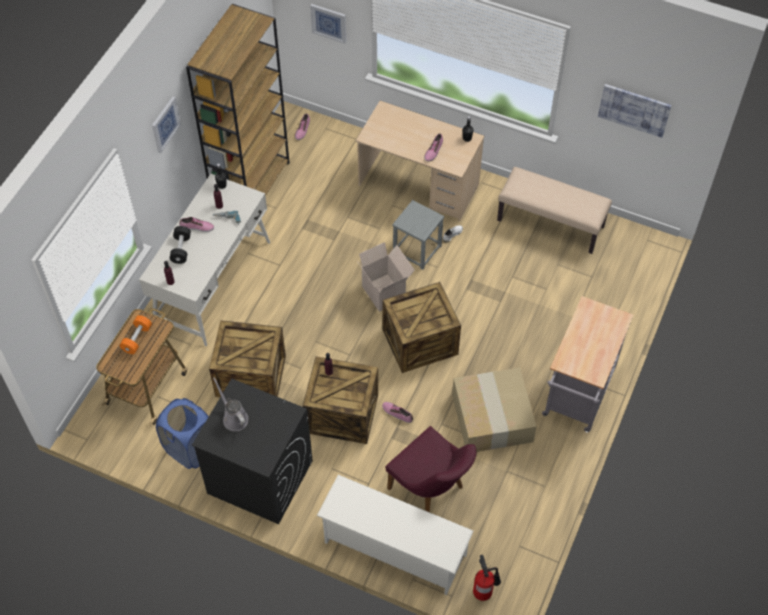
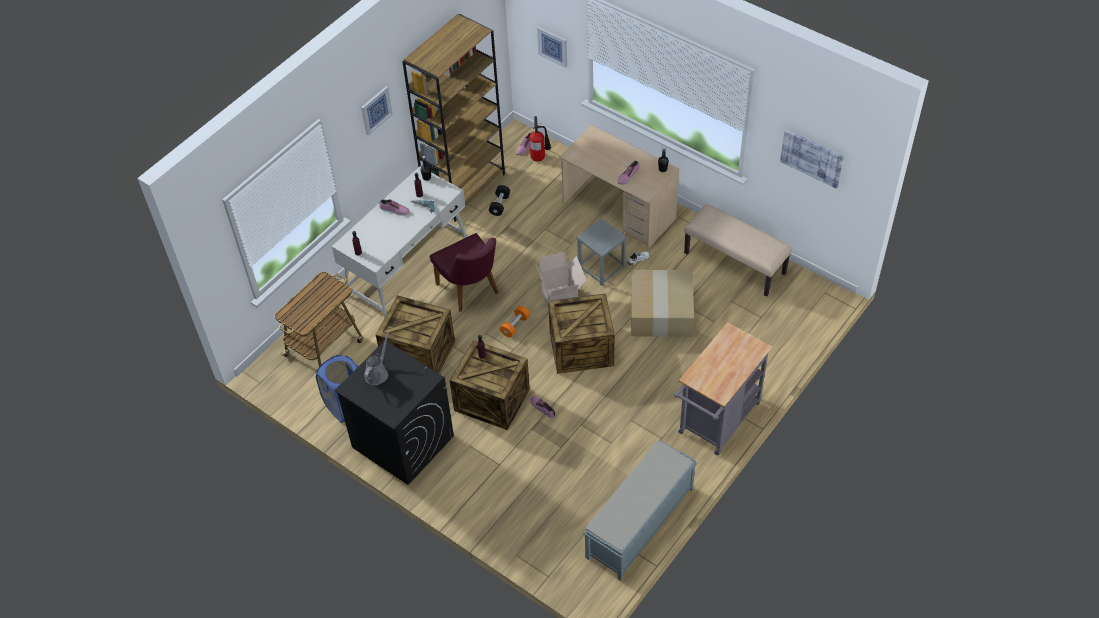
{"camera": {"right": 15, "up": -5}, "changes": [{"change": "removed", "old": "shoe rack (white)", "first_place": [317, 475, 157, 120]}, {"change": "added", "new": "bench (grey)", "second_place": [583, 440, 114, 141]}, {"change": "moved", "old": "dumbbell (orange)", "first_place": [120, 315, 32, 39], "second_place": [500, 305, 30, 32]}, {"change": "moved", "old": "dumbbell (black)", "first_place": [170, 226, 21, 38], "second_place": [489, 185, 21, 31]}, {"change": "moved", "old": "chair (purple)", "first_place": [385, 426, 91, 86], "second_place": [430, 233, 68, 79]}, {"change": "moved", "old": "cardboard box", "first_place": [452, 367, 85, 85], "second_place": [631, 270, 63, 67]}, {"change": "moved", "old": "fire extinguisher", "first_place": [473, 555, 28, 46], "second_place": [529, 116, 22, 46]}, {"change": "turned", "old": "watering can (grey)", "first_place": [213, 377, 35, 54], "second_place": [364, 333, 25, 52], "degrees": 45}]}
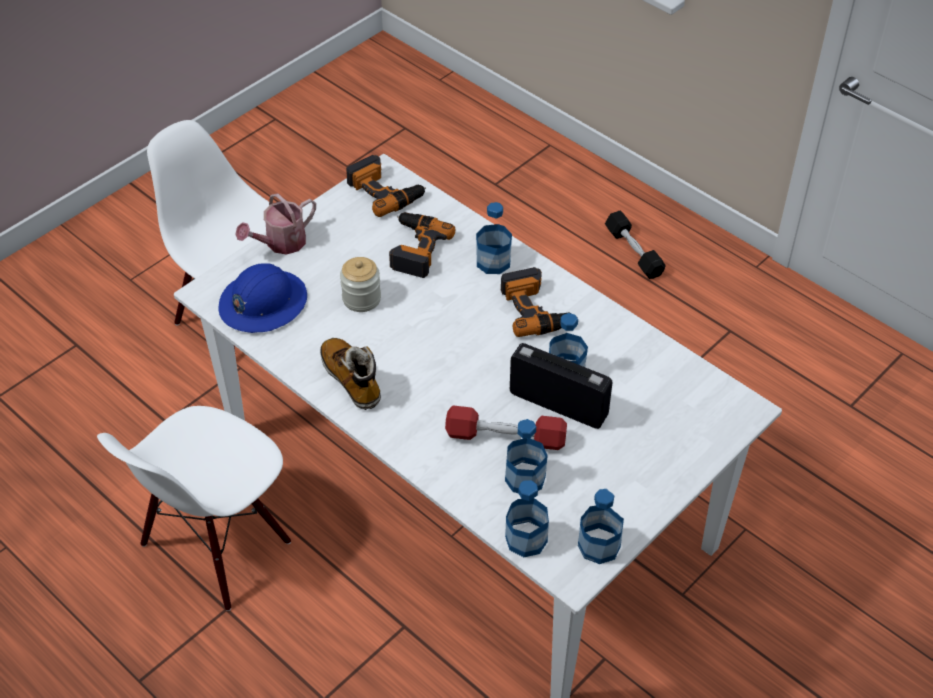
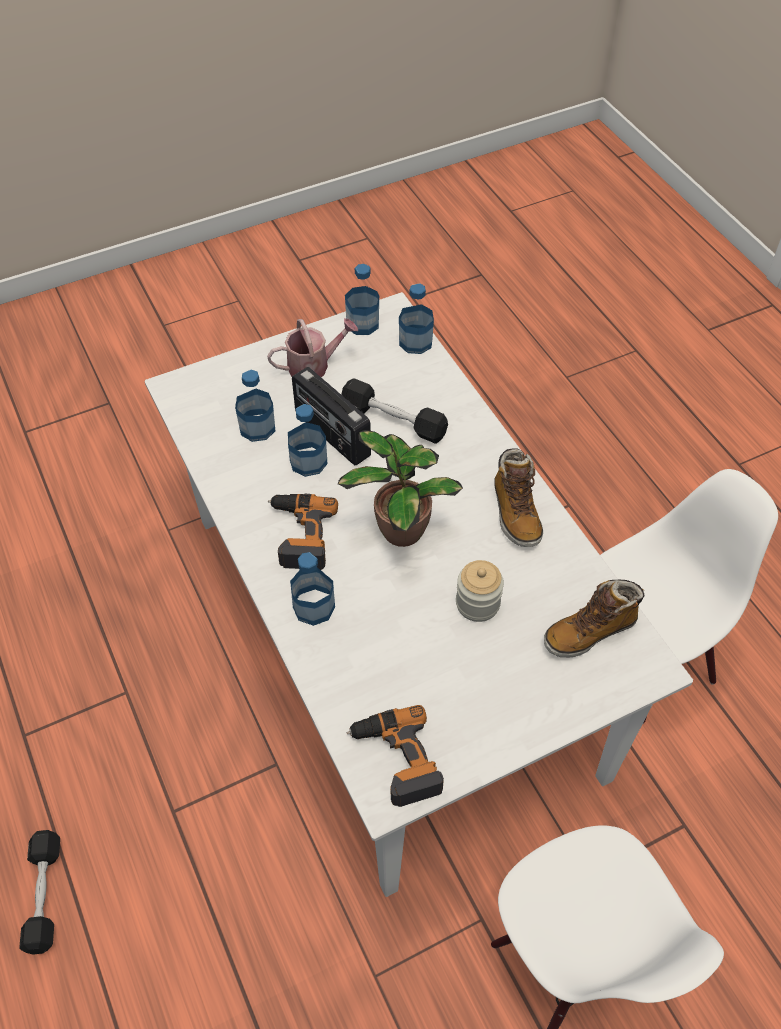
{"camera": {"right": -160, "up": 5}, "changes": [{"change": "removed", "old": "power drill", "first_place": [389, 212, 66, 66]}, {"change": "added", "new": "potted plant", "second_place": [338, 430, 125, 117]}, {"change": "moved", "old": "watering can", "first_place": [235, 194, 81, 61], "second_place": [267, 318, 91, 59]}, {"change": "moved", "old": "bottle", "first_place": [505, 419, 43, 74], "second_place": [235, 369, 40, 73]}, {"change": "replaced", "old": "hard hat (blue)", "new": "boot", "first_place": [219, 263, 88, 70], "second_place": [544, 580, 101, 78]}, {"change": "recoloured", "old": "dumbbell (red)", "new": "dumbbell (black)", "first_place": [445, 405, 122, 45], "second_place": [341, 378, 107, 66]}]}
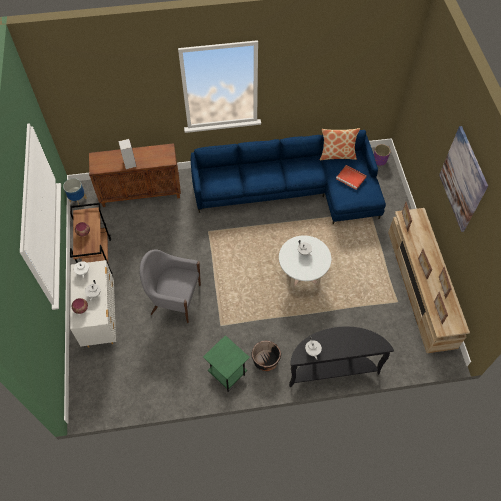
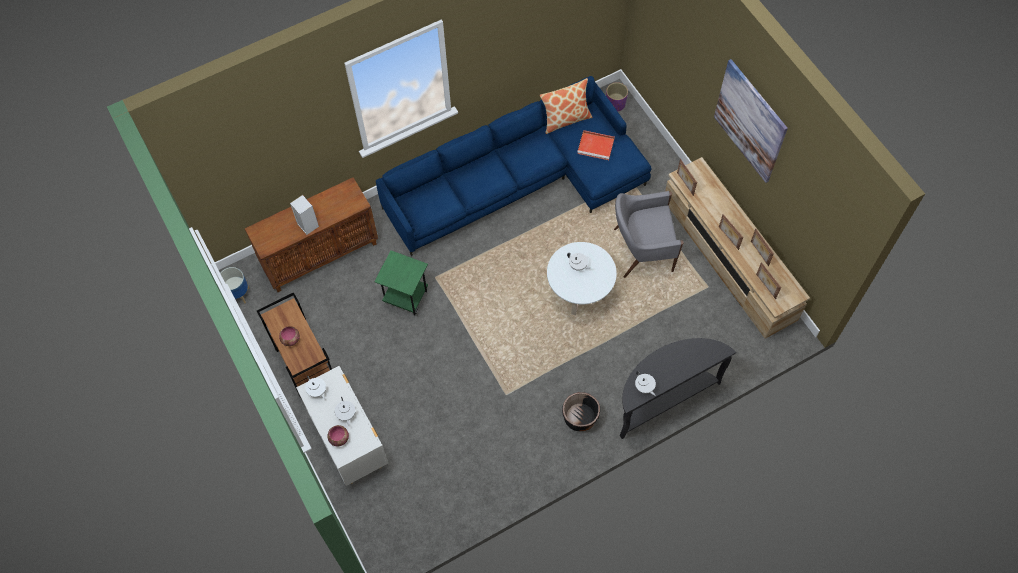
{"camera": {"right": -20, "up": 5}, "changes": [{"change": "moved", "old": "armchair (grey)", "first_place": [140, 250, 61, 73], "second_place": [614, 191, 70, 87]}, {"change": "moved", "old": "side table (green)", "first_place": [203, 335, 47, 57], "second_place": [374, 250, 54, 65]}]}
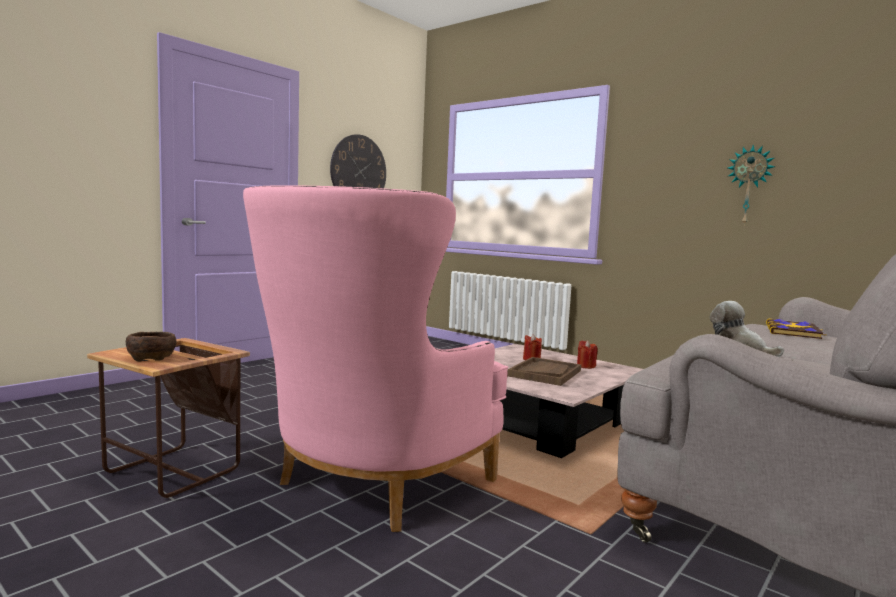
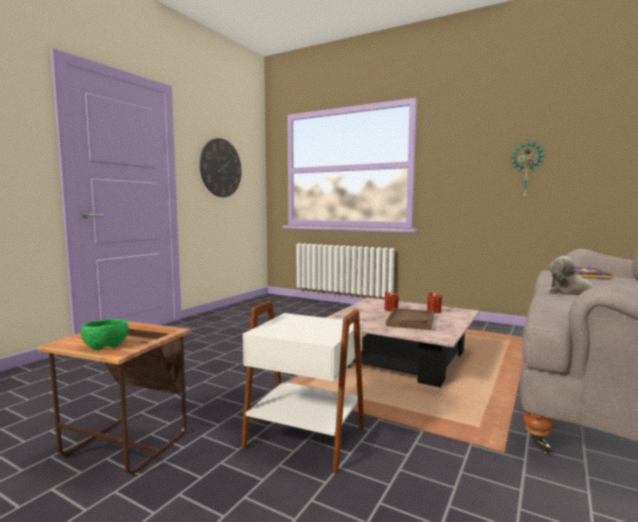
{"camera": {"right": -10, "up": 0}, "changes": [{"change": "replaced", "old": "armchair (pink)", "new": "side table (white)", "first_place": [243, 185, 265, 347], "second_place": [241, 301, 123, 172]}, {"change": "recoloured", "old": "bowl (brown)", "new": "bowl (green)", "first_place": [126, 332, 50, 30], "second_place": [81, 319, 47, 31]}]}
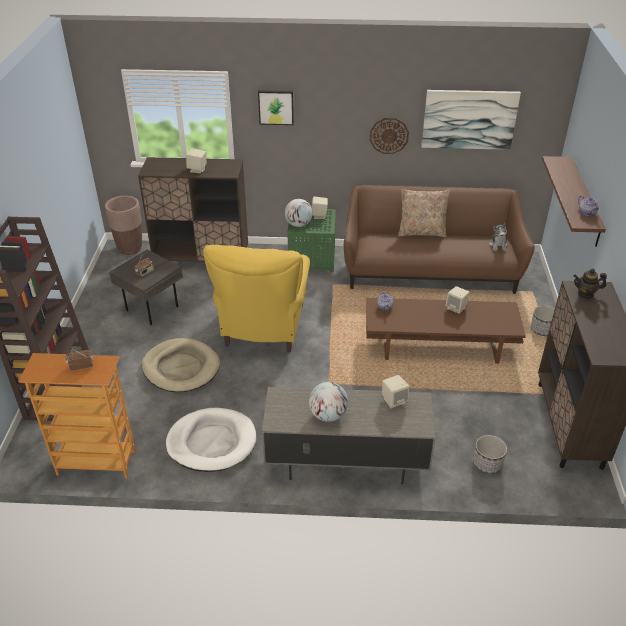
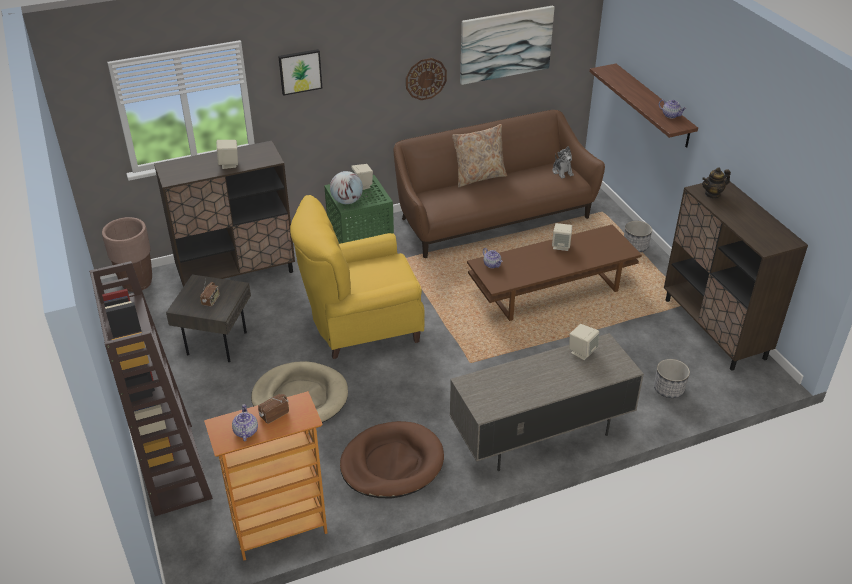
{"camera": {"right": -25, "up": 0}, "changes": [{"change": "removed", "old": "globe", "first_place": [309, 382, 39, 40]}, {"change": "added", "new": "teapot", "second_place": [232, 404, 26, 37]}, {"change": "recoloured", "old": "dog bed (white)", "new": "dog bed (brown)", "first_place": [166, 408, 90, 64], "second_place": [340, 421, 104, 77]}, {"change": "turned", "old": "armchair (yellow)", "first_place": [203, 245, 107, 107], "second_place": [290, 195, 134, 164], "degrees": 90}]}
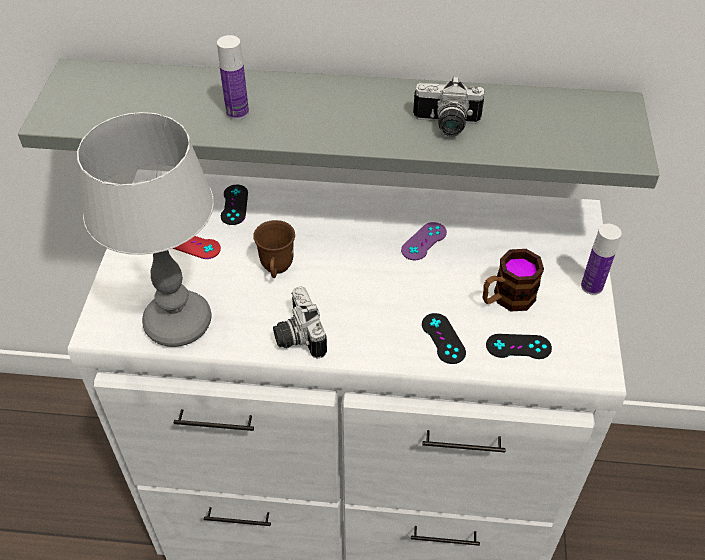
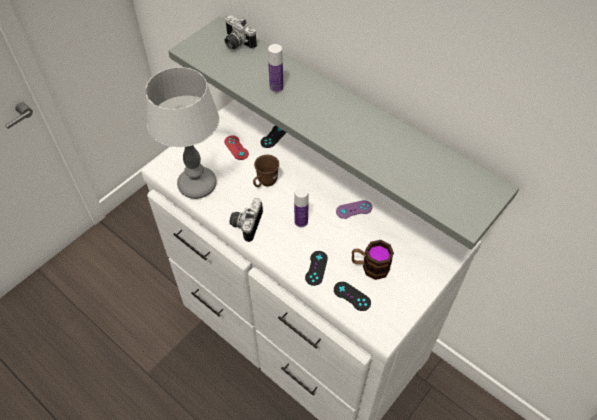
{"camera": {"right": 35, "up": 5}, "changes": [{"change": "moved", "old": "photo camera", "first_place": [413, 76, 71, 61], "second_place": [224, 15, 33, 34]}, {"change": "moved", "old": "bottle", "first_place": [581, 224, 41, 71], "second_place": [294, 187, 15, 41]}]}
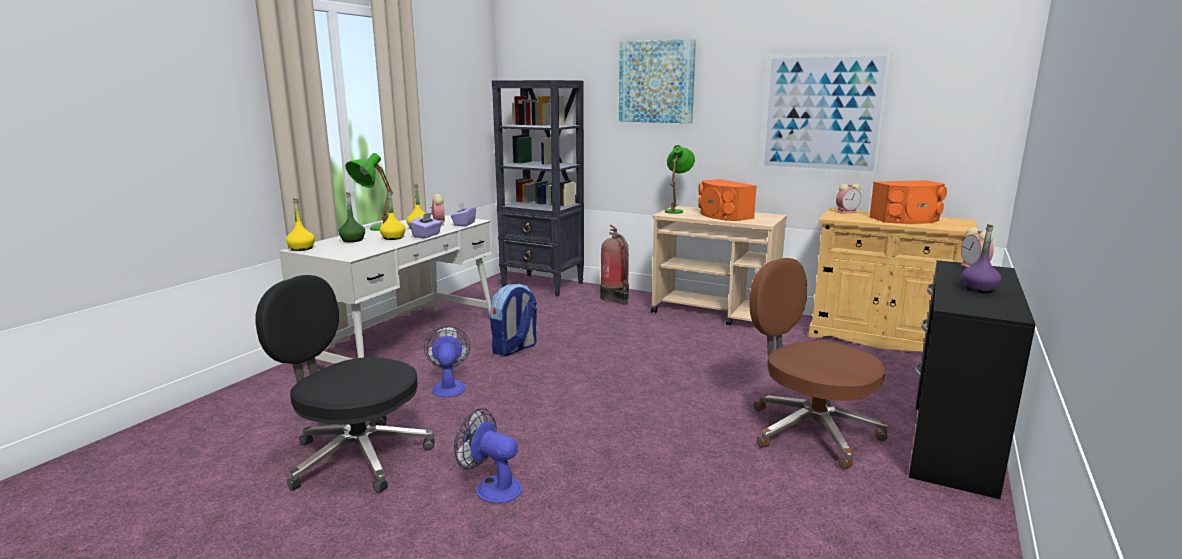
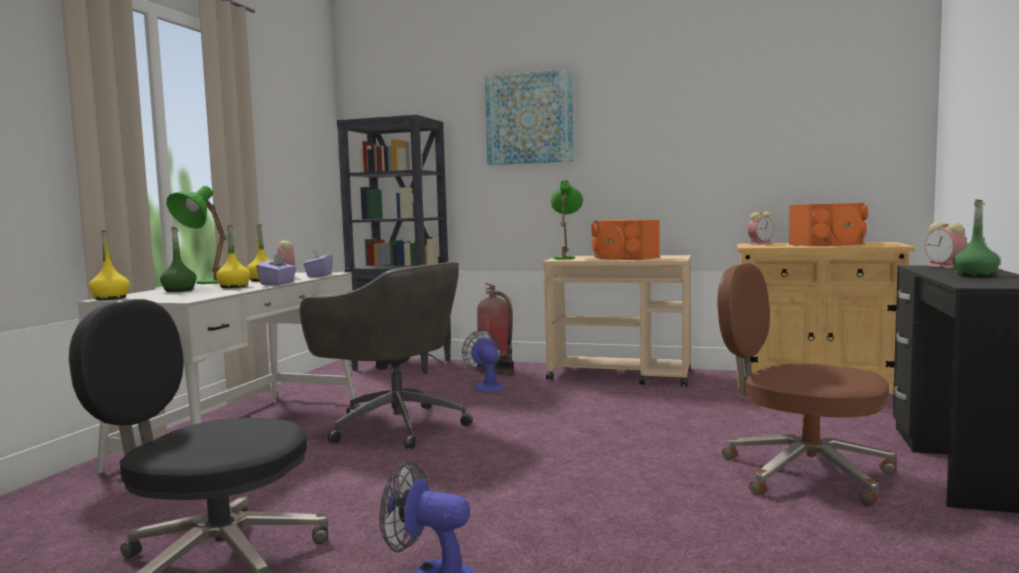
{"camera": {"right": -10, "up": -10}, "changes": [{"change": "removed", "old": "picture", "first_place": [760, 52, 132, 123]}, {"change": "moved", "old": "fan", "first_place": [424, 326, 46, 71], "second_place": [462, 330, 43, 62]}, {"change": "replaced", "old": "backpack", "new": "office chair (grey)", "first_place": [490, 284, 47, 72], "second_place": [300, 262, 173, 187]}, {"change": "recoloured", "old": "bottle (purple)", "new": "bottle (green)", "first_place": [962, 224, 39, 68], "second_place": [953, 200, 47, 77]}]}
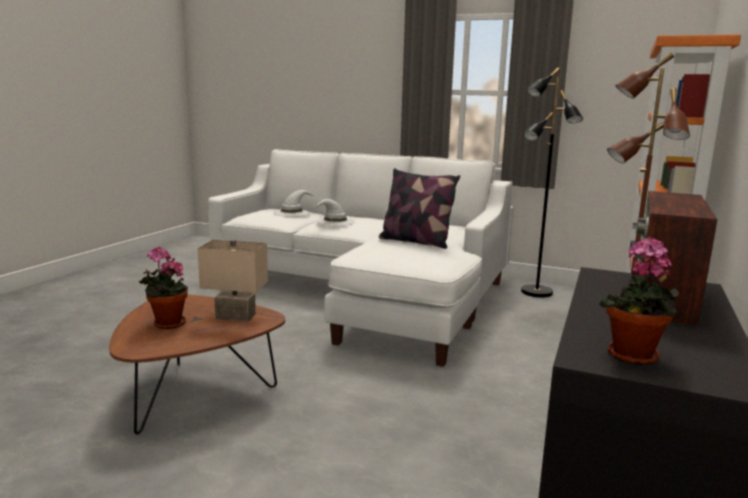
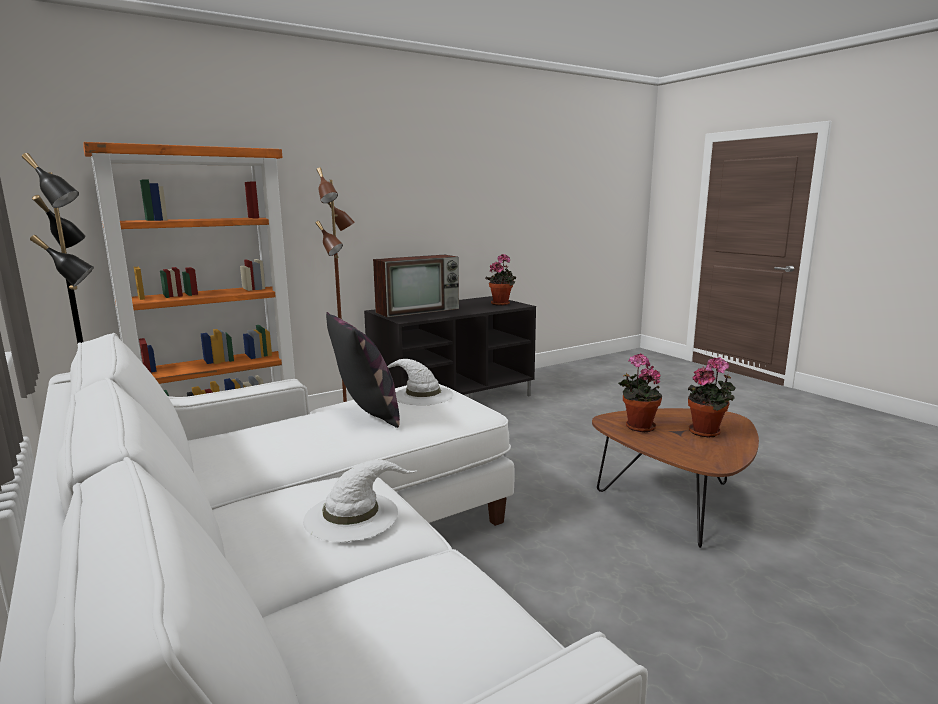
{"camera": {"right": -145, "up": 0}, "changes": [{"change": "moved", "old": "hat (white)", "first_place": [273, 190, 43, 27], "second_place": [387, 359, 67, 47]}, {"change": "replaced", "old": "table lamp (beige)", "new": "potted plant", "first_place": [197, 239, 71, 83], "second_place": [618, 353, 44, 79]}]}
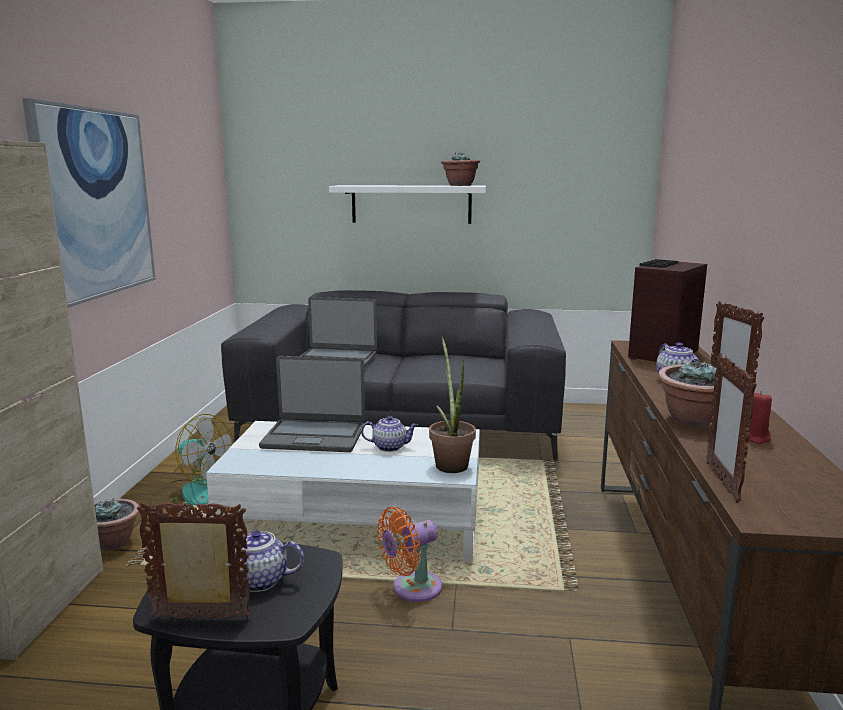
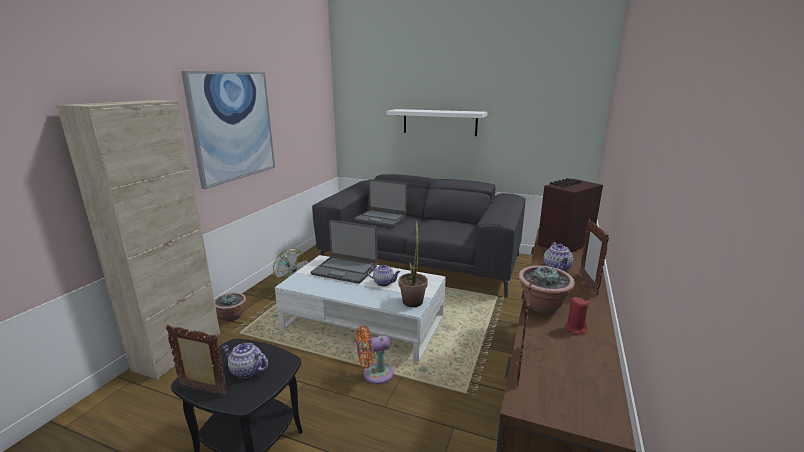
{"camera": {"right": 15, "up": 5}, "changes": [{"change": "removed", "old": "potted plant", "first_place": [441, 153, 39, 33]}]}
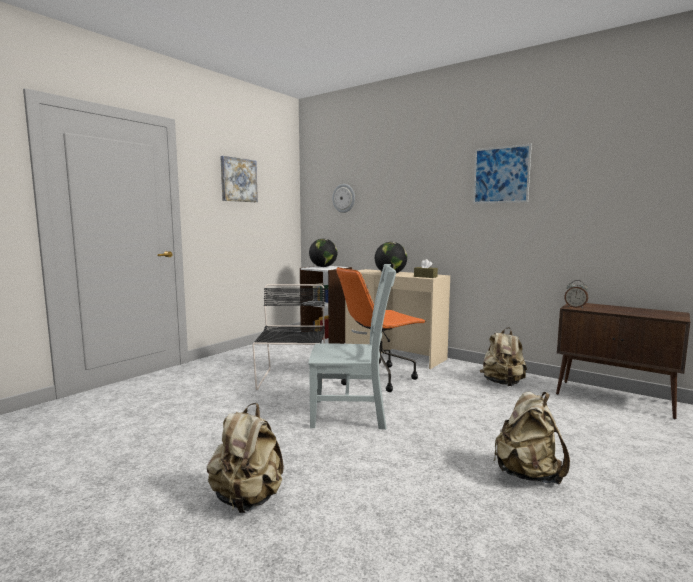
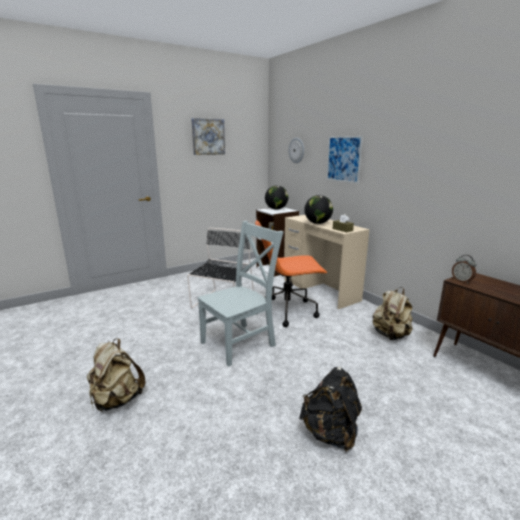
{"camera": {"right": 20, "up": 10}, "changes": [{"change": "moved", "old": "picture", "first_place": [473, 144, 59, 60], "second_place": [326, 136, 37, 47]}, {"change": "recoloured", "old": "backpack (beige)", "new": "backpack (black)", "first_place": [494, 392, 76, 92], "second_place": [299, 367, 63, 85]}, {"change": "turned", "old": "chair (grey)", "first_place": [308, 264, 88, 166], "second_place": [197, 221, 87, 146], "degrees": -60}]}
